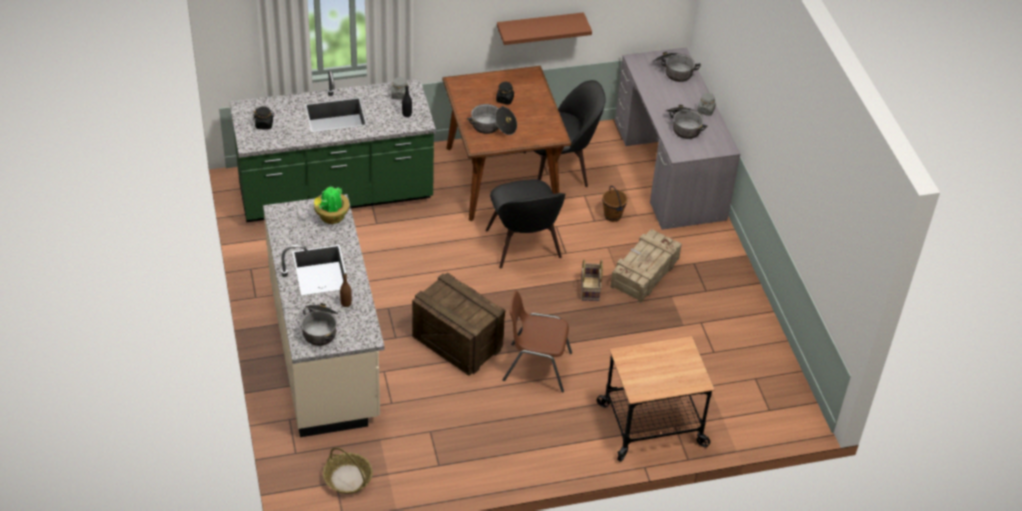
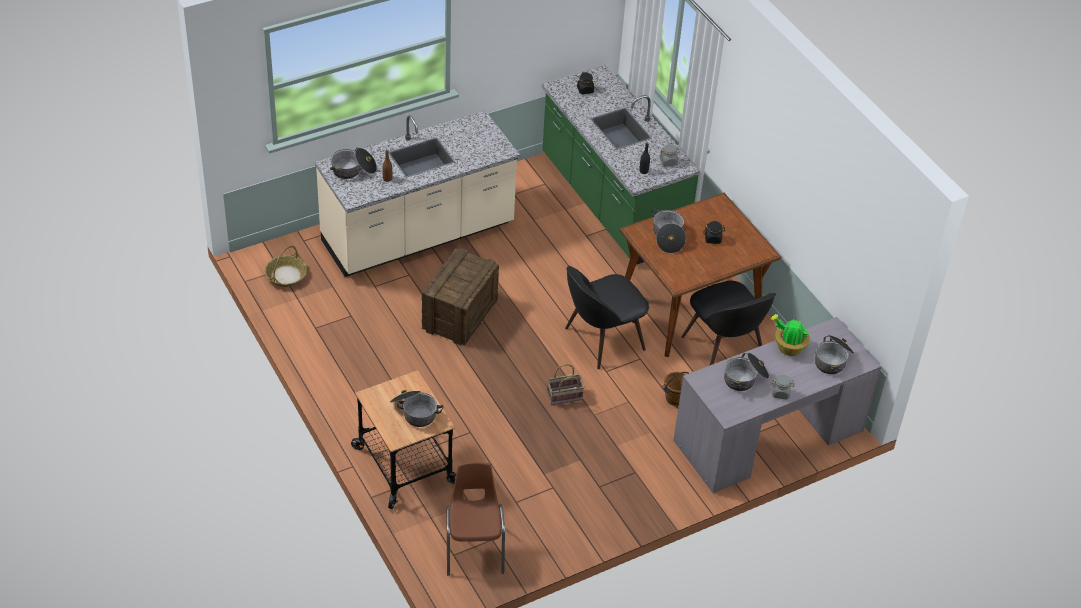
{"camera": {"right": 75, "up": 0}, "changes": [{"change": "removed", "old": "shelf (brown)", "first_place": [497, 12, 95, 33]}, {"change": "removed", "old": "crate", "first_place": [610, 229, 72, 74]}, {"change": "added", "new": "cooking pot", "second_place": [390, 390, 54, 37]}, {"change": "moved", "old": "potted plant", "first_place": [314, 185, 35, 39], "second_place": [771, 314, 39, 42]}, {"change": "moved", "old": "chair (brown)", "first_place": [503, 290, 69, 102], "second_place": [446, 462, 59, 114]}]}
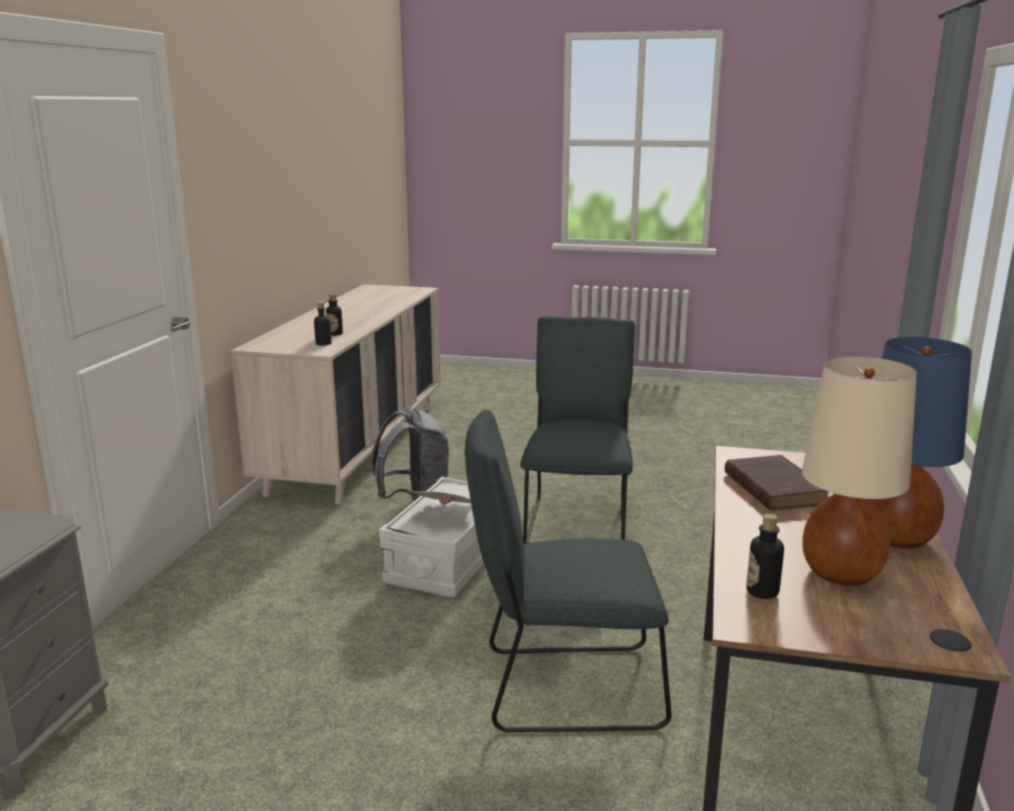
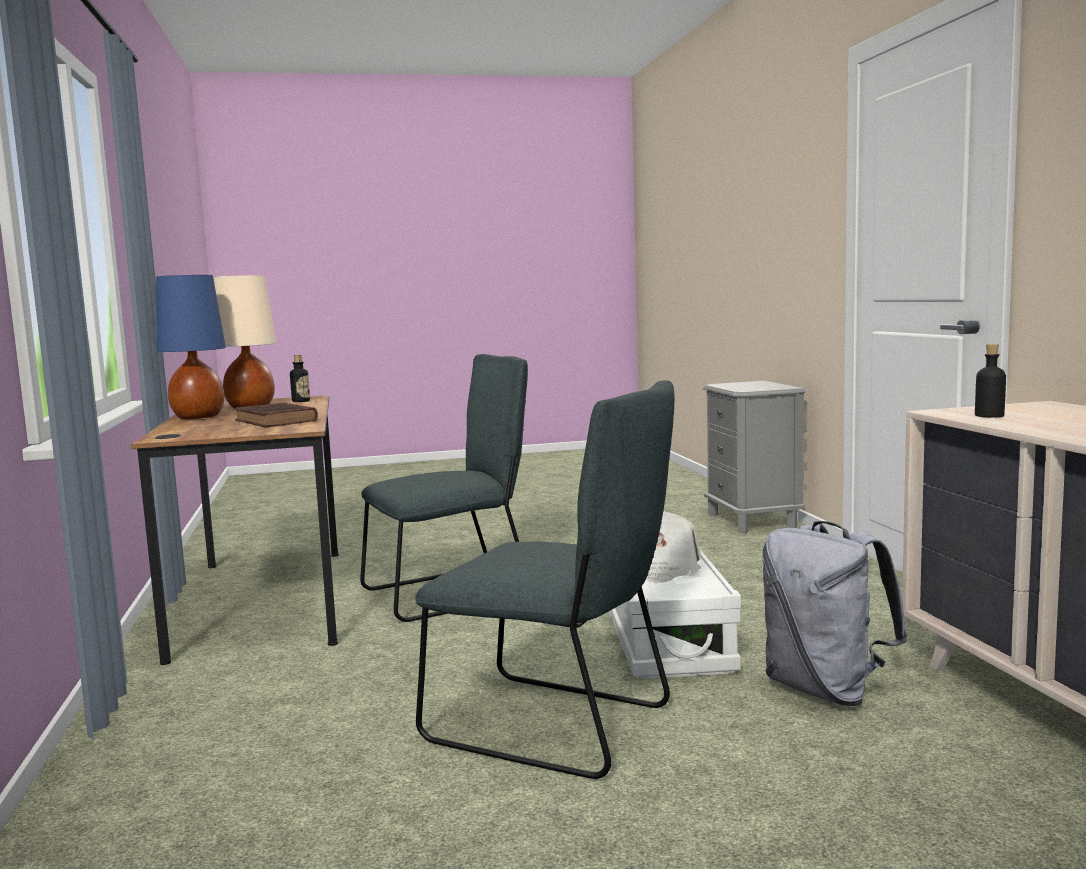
{"camera": {"right": 155, "up": -10}, "changes": [{"change": "removed", "old": "bottle", "first_place": [326, 294, 17, 42]}, {"change": "turned", "old": "chair (grey)", "first_place": [520, 316, 115, 228], "second_place": [415, 380, 260, 399], "degrees": -45}]}
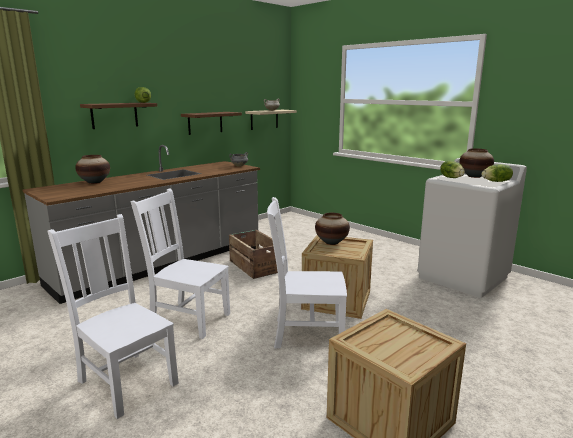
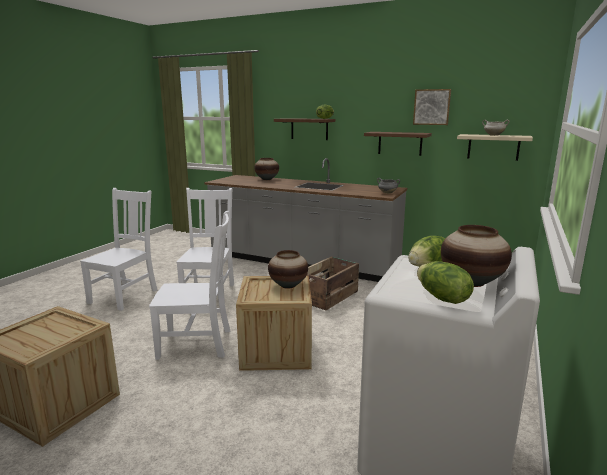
{"camera": {"right": 70, "up": 0}, "changes": [{"change": "added", "new": "picture", "second_place": [413, 89, 38, 36]}, {"change": "turned", "old": "chair (white)", "first_place": [267, 197, 80, 152], "second_place": [149, 211, 82, 149], "degrees": 105}]}
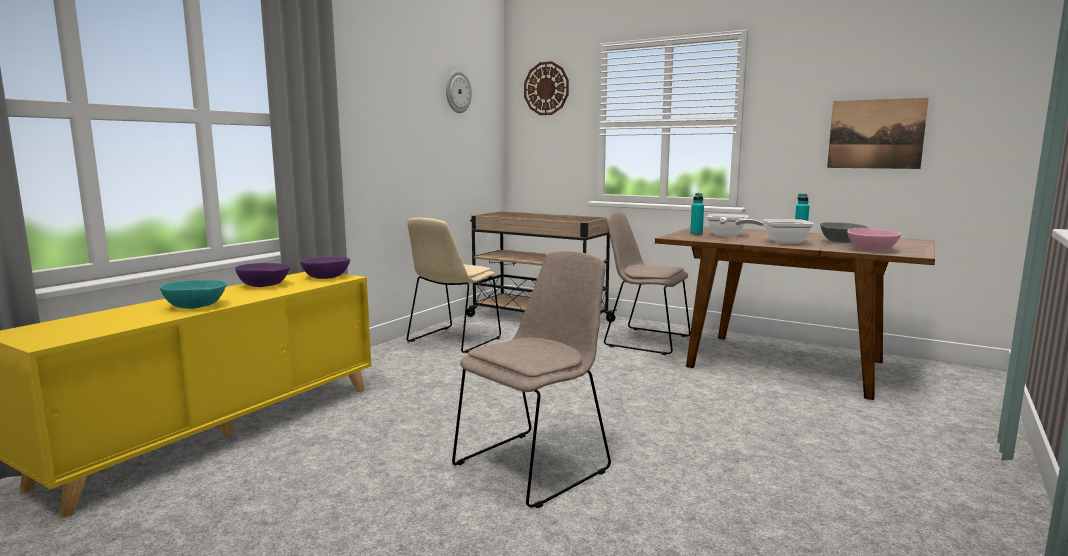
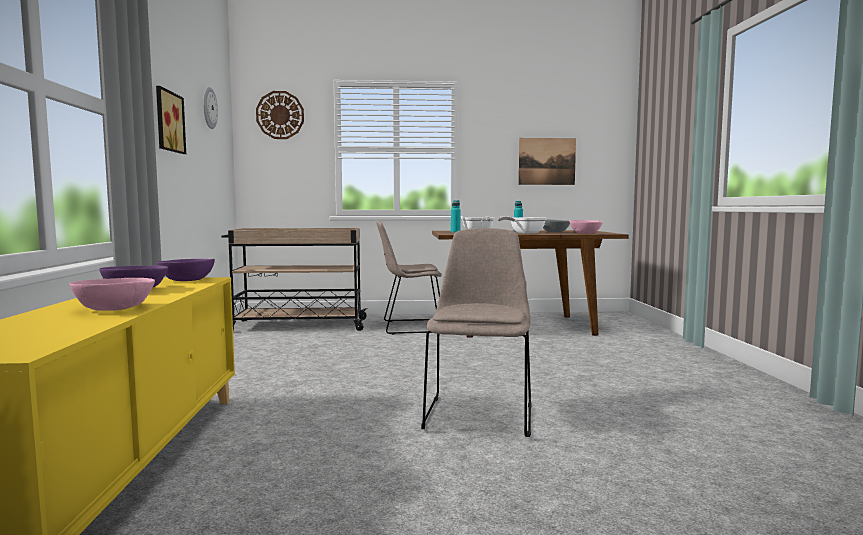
{"camera": {"right": -35, "up": -5}, "changes": [{"change": "removed", "old": "chair (beige)", "first_place": [407, 218, 94, 135]}, {"change": "added", "new": "picture", "second_place": [156, 86, 30, 68]}, {"change": "recoloured", "old": "bowl (turquoise)", "new": "bowl (pink)", "first_place": [160, 280, 67, 29], "second_place": [69, 278, 86, 33]}]}
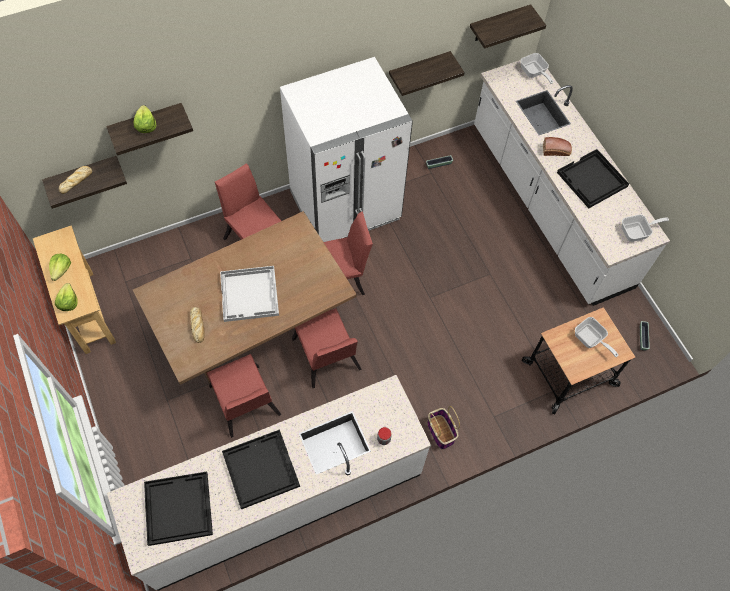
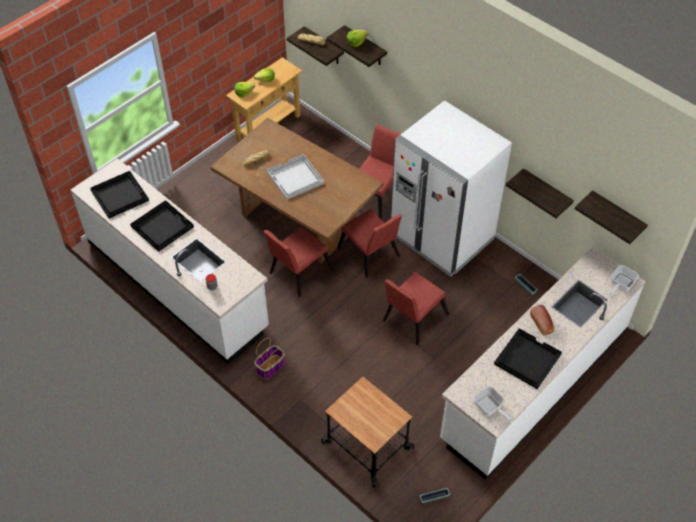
{"camera": {"right": 70, "up": -10}, "changes": [{"change": "removed", "old": "frying pan", "first_place": [575, 317, 43, 40]}, {"change": "moved", "old": "chair (red)", "first_place": [207, 354, 74, 84], "second_place": [383, 272, 66, 74]}]}
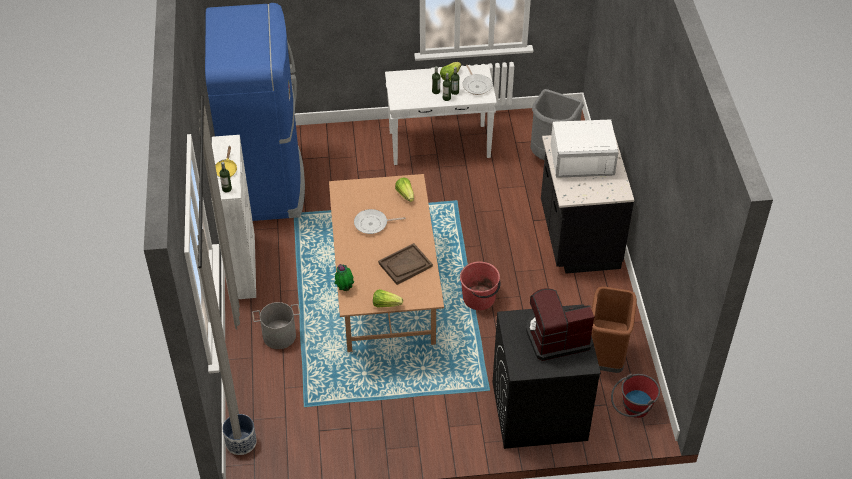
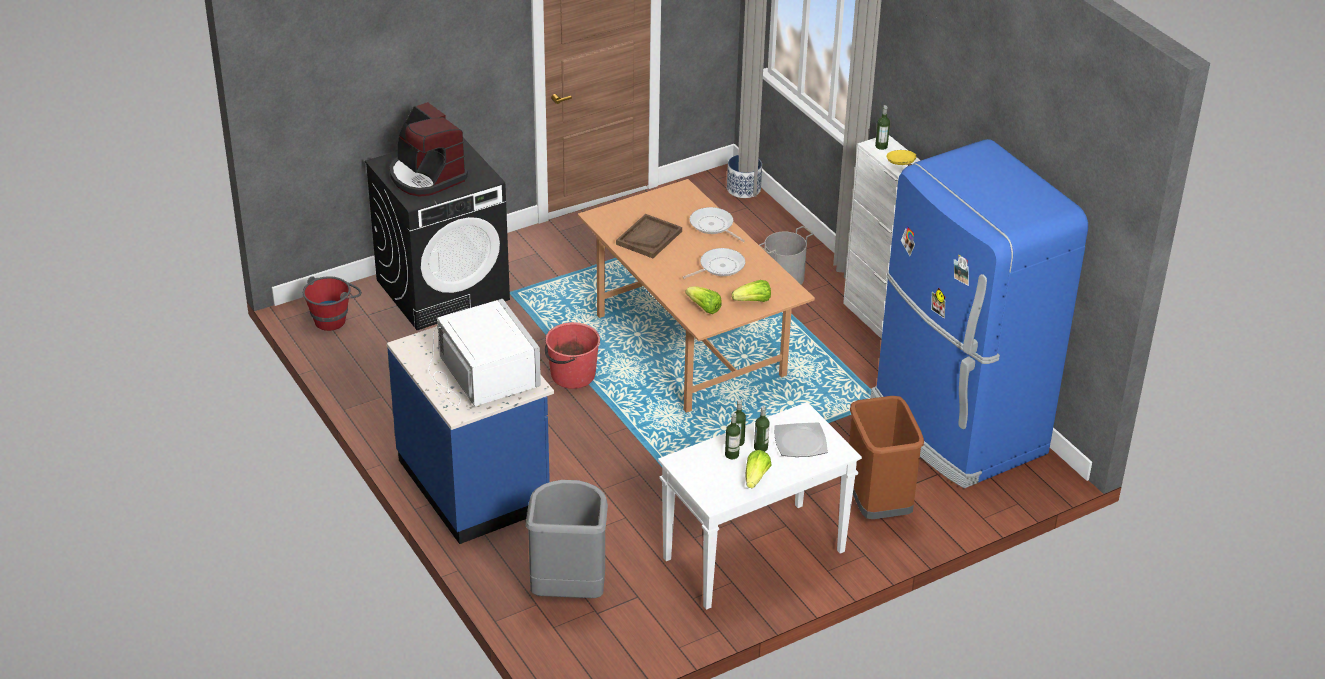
{"camera": {"right": 155, "up": -10}, "changes": [{"change": "removed", "old": "potted plant", "first_place": [334, 264, 20, 27]}, {"change": "added", "new": "plate", "second_place": [774, 422, 53, 35]}, {"change": "moved", "old": "lettuce", "first_place": [373, 289, 30, 19], "second_place": [732, 280, 39, 22]}, {"change": "moved", "old": "frying pan", "first_place": [462, 65, 31, 30], "second_place": [690, 207, 55, 35]}, {"change": "moved", "old": "trash can (brown)", "first_place": [592, 286, 45, 87], "second_place": [849, 396, 75, 123]}, {"change": "recoloured", "old": "counter (black)", "new": "counter (blue)", "first_place": [541, 133, 93, 141], "second_place": [387, 326, 167, 218]}, {"change": "turned", "old": "coffee machine", "first_place": [526, 288, 68, 73], "second_place": [390, 102, 78, 95], "degrees": 90}, {"change": "turned", "old": "microwave (white)", "first_place": [551, 119, 67, 59], "second_place": [428, 299, 113, 107], "degrees": 90}]}
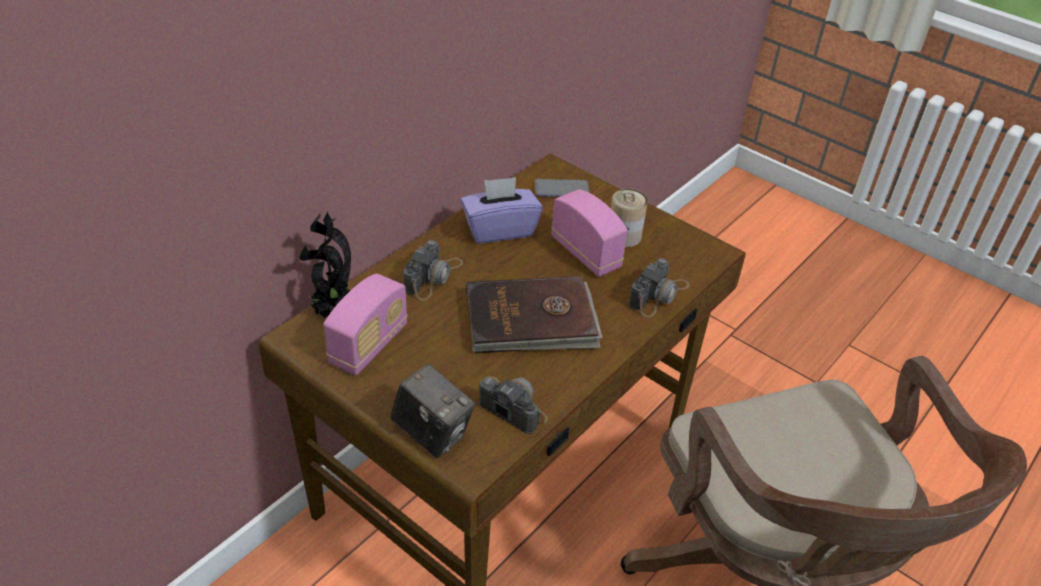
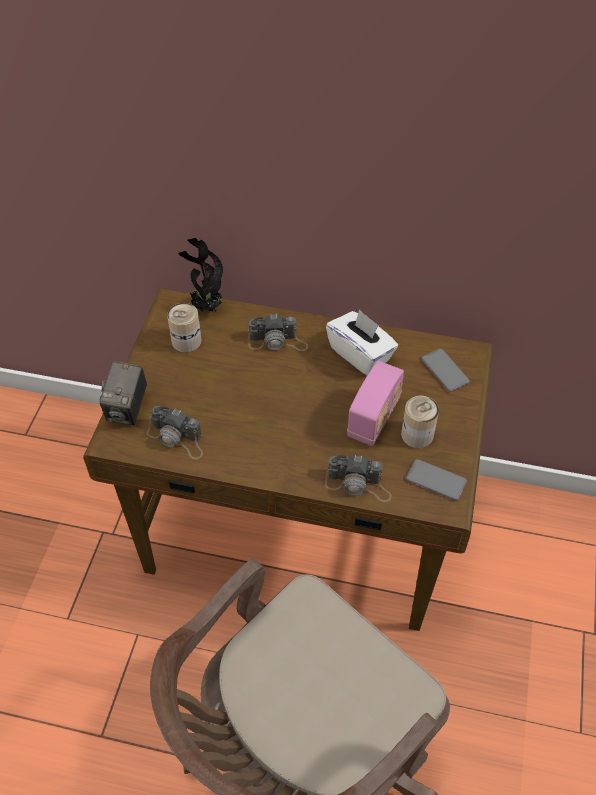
{"camera": {"right": 65, "up": 10}, "changes": [{"change": "removed", "old": "book (brown)", "first_place": [466, 276, 137, 78]}, {"change": "added", "new": "phone", "second_place": [406, 459, 61, 41]}, {"change": "replaced", "old": "radio", "new": "can", "first_place": [323, 274, 84, 101], "second_place": [167, 303, 35, 50]}, {"change": "recoloured", "old": "tissue box (purple)", "new": "tissue box (white)", "first_place": [460, 177, 83, 66], "second_place": [326, 309, 72, 66]}, {"change": "turned", "old": "photo camera", "first_place": [479, 376, 69, 58], "second_place": [147, 406, 56, 53], "degrees": 105}]}
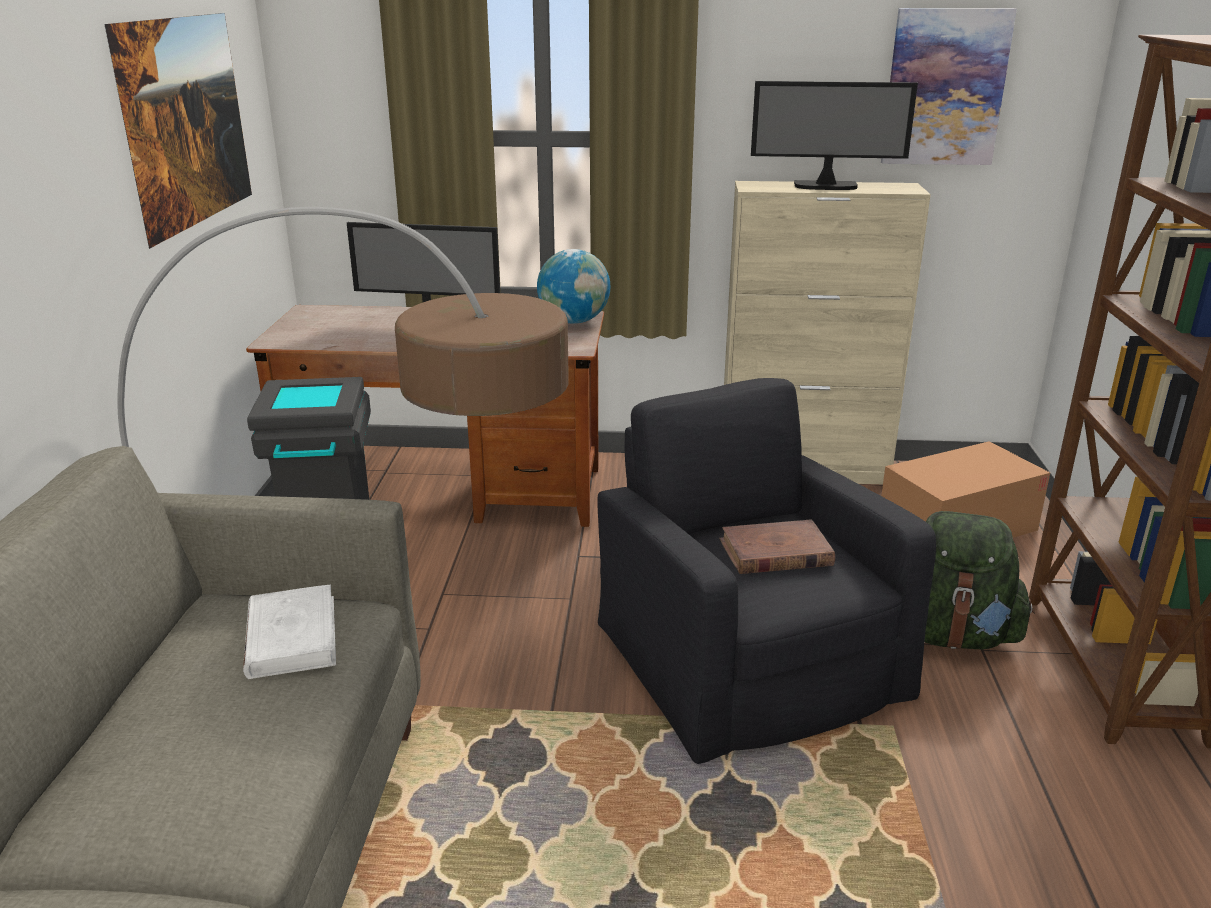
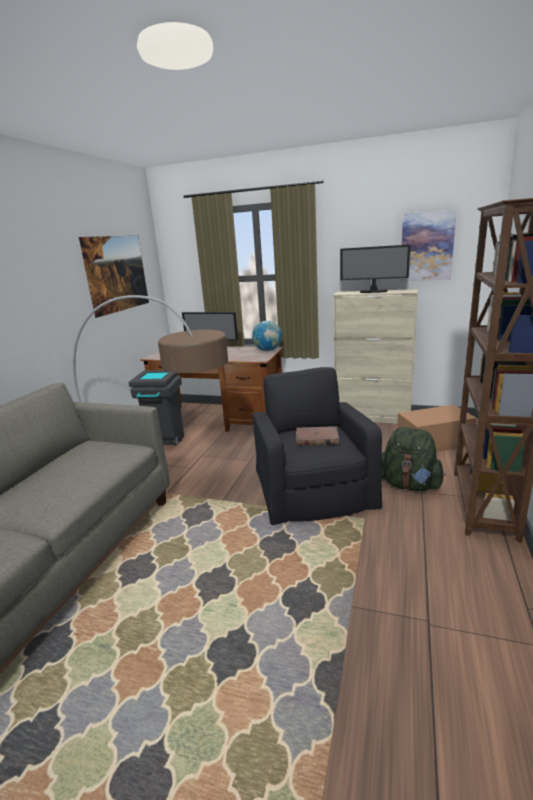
{"camera": {"right": 15, "up": -5}, "changes": [{"change": "removed", "old": "book (white)", "first_place": [243, 585, 93, 94]}]}
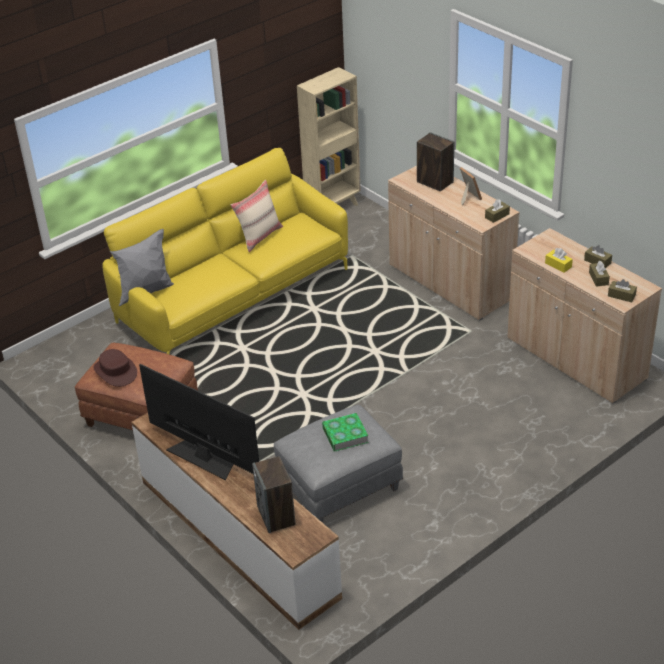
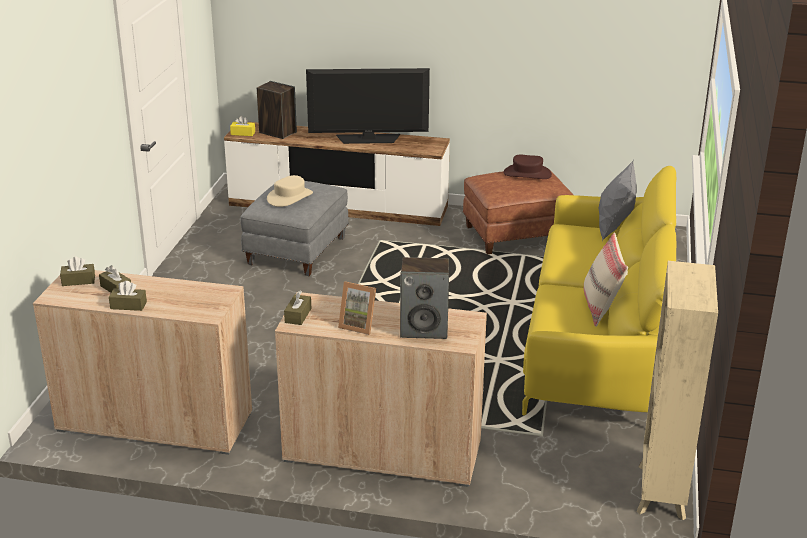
{"camera": {"right": 140, "up": -10}, "changes": [{"change": "moved", "old": "tissue box (yellow)", "first_place": [545, 248, 28, 25], "second_place": [230, 116, 25, 20]}, {"change": "replaced", "old": "book", "new": "hat (beige)", "first_place": [322, 413, 47, 38], "second_place": [267, 175, 46, 32]}]}
